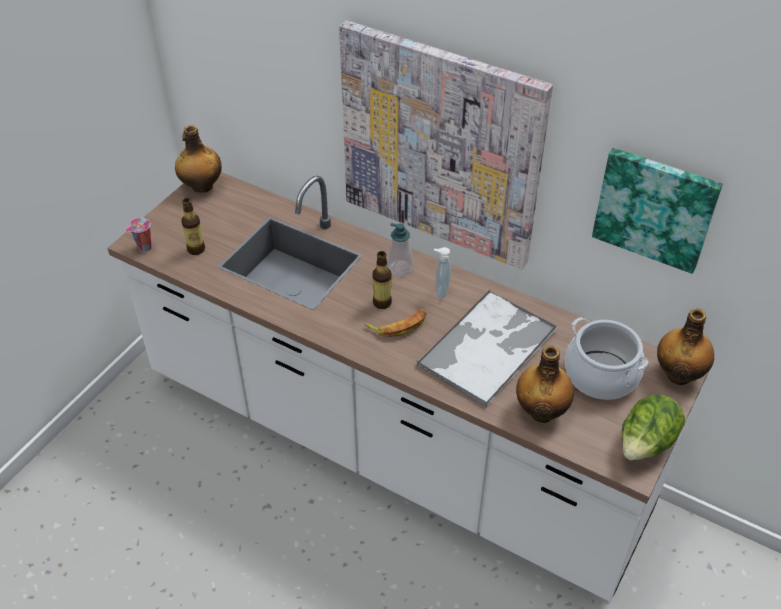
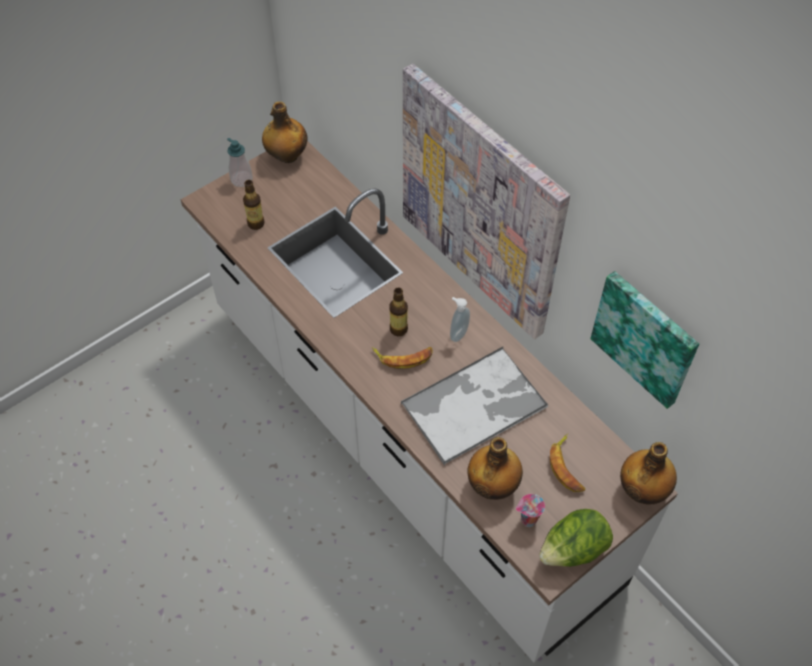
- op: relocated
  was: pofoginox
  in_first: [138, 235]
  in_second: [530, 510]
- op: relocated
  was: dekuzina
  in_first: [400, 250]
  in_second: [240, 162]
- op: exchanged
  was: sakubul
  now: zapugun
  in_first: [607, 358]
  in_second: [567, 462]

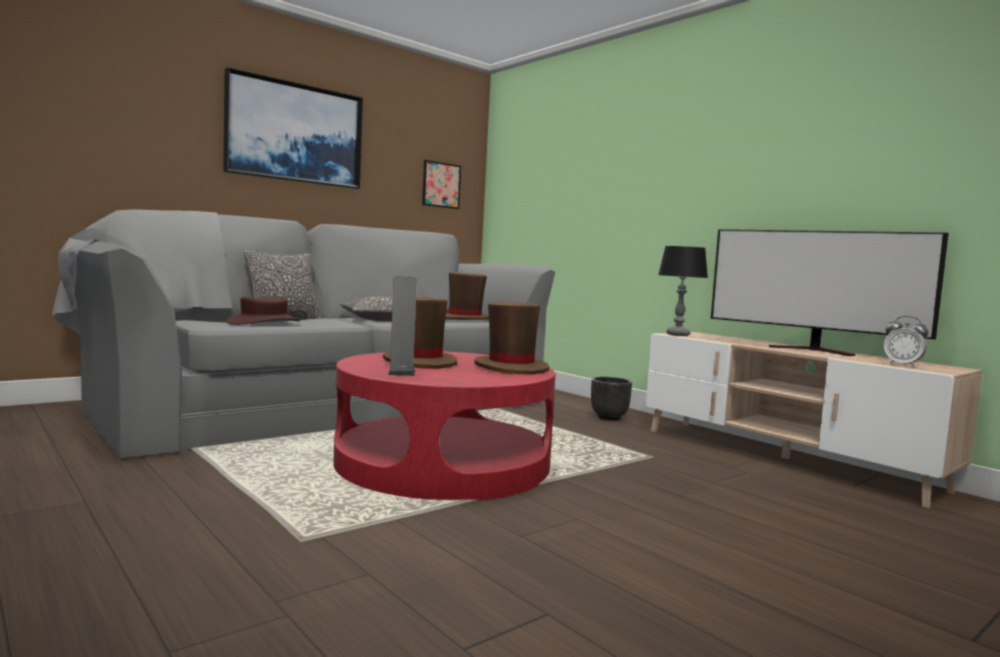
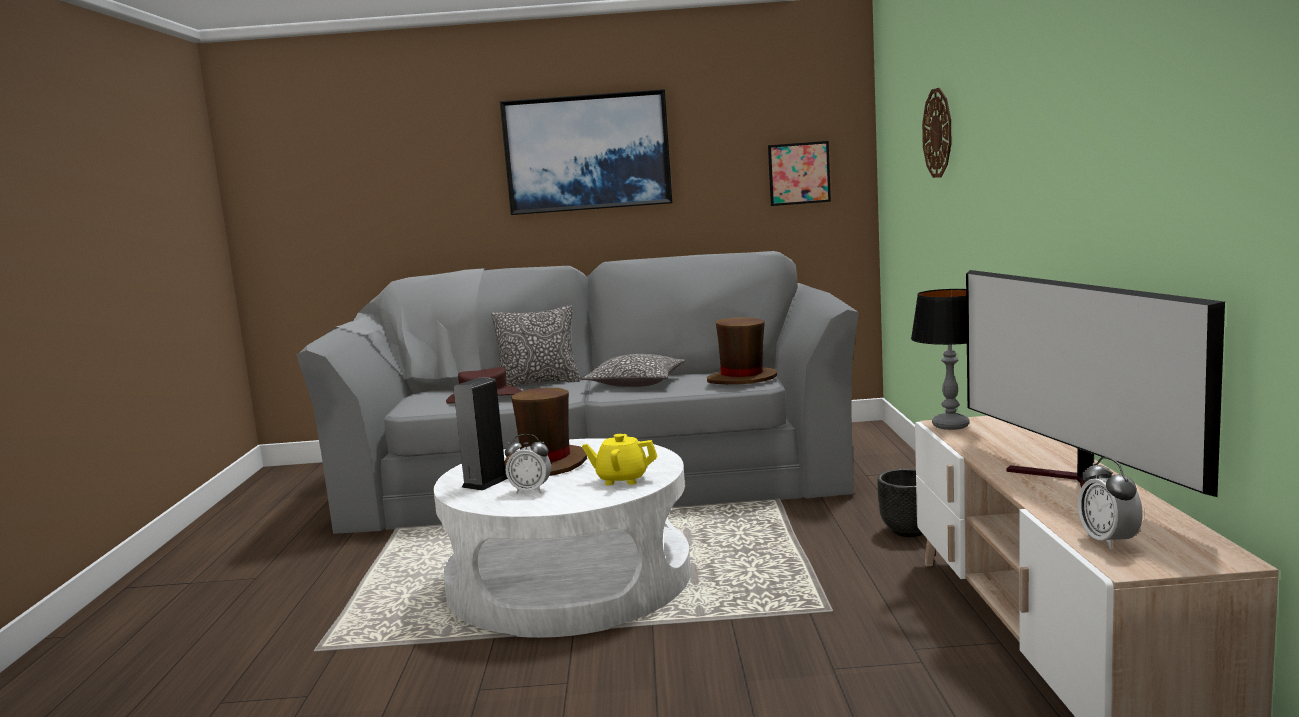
- op: exchanged
  was: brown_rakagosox
  now: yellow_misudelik
  in_first: [511, 338]
  in_second: [619, 459]
- op: colour
  was: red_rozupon
  now: white_rozupon
  in_first: [444, 426]
  in_second: [562, 538]
- op: appeared
  now: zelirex
  in_second: [936, 133]
- op: appeared
  now: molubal
  in_second: [528, 464]

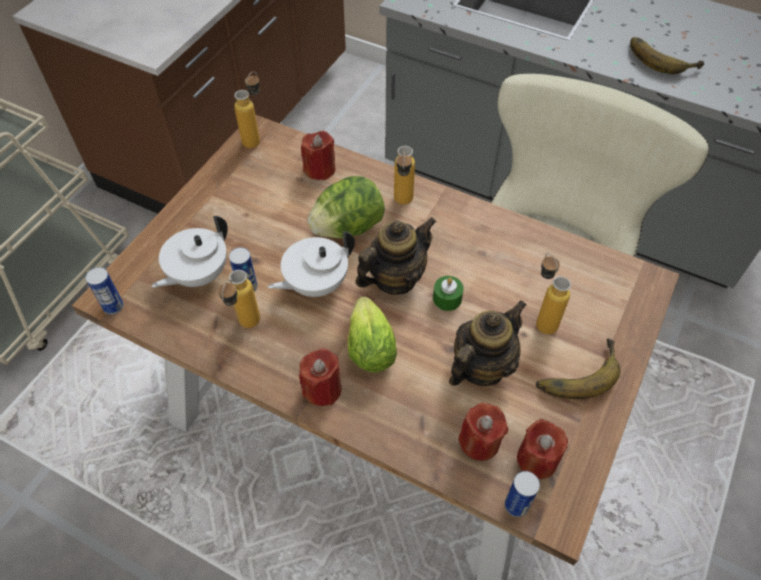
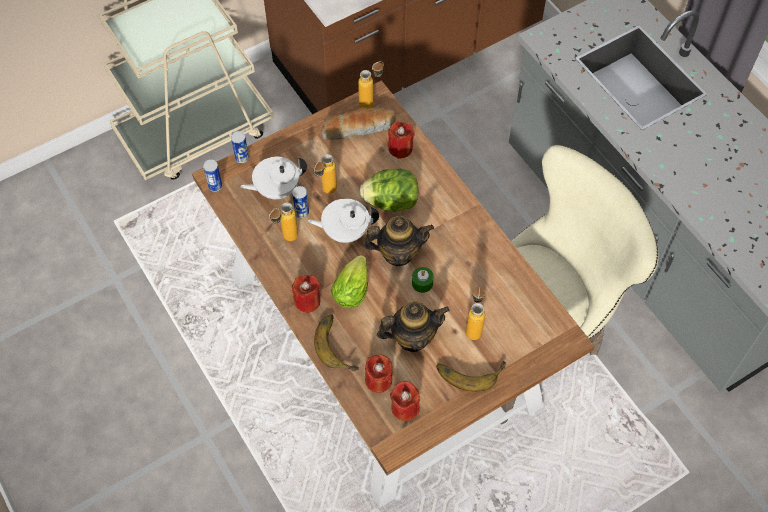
- op: relocated
  was: zapugun
  in_first: [667, 55]
  in_second: [336, 342]
- op: relocated
  was: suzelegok
  in_first: [404, 175]
  in_second: [325, 174]
- op: relocated
  was: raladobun
  in_first: [522, 494]
  in_second: [240, 147]
- op: appeared
  now: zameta
  in_second: [358, 124]

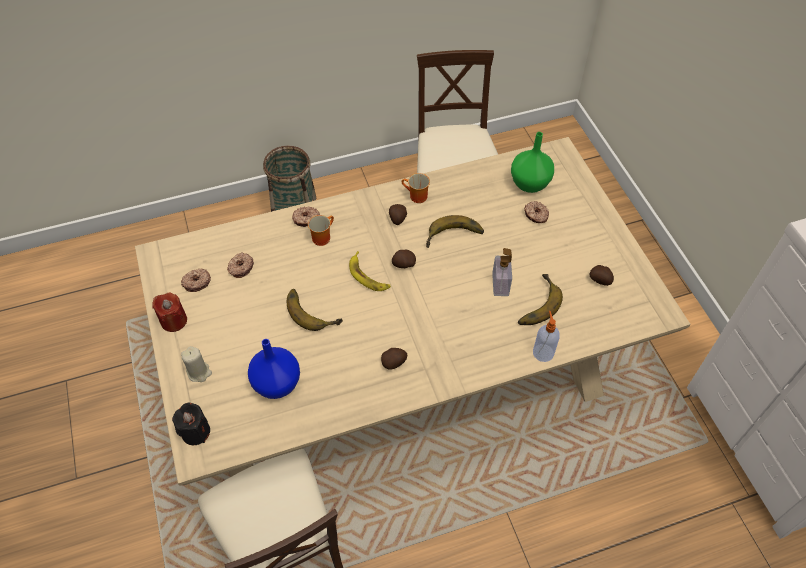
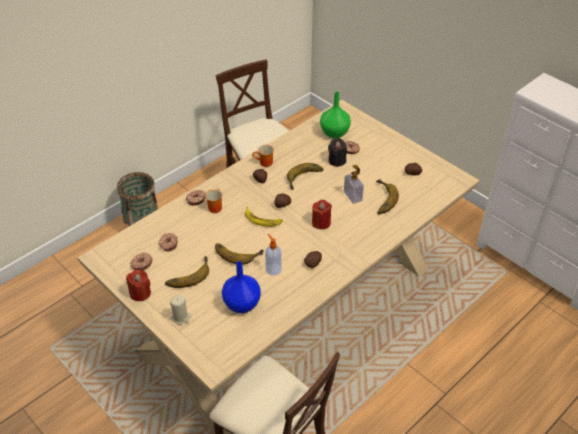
- op: relocated
  was: dekuzina
  in_first: [546, 336]
  in_second: [273, 255]
- op: relocated
  was: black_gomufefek
  in_first: [191, 424]
  in_second: [337, 152]
- op: appeared
  now: red_gomufefek
  in_second: [322, 214]
- op: appeared
  now: zapugun
  in_second: [187, 272]

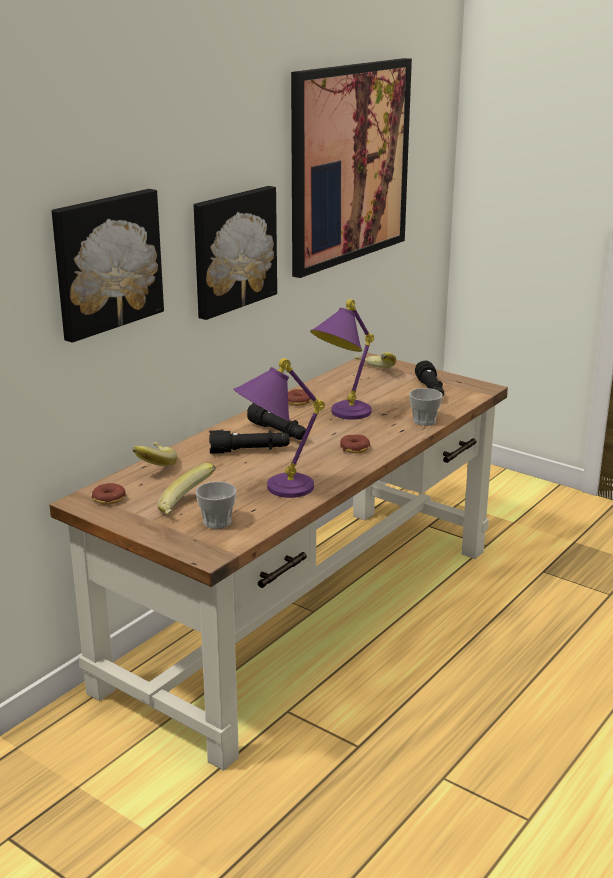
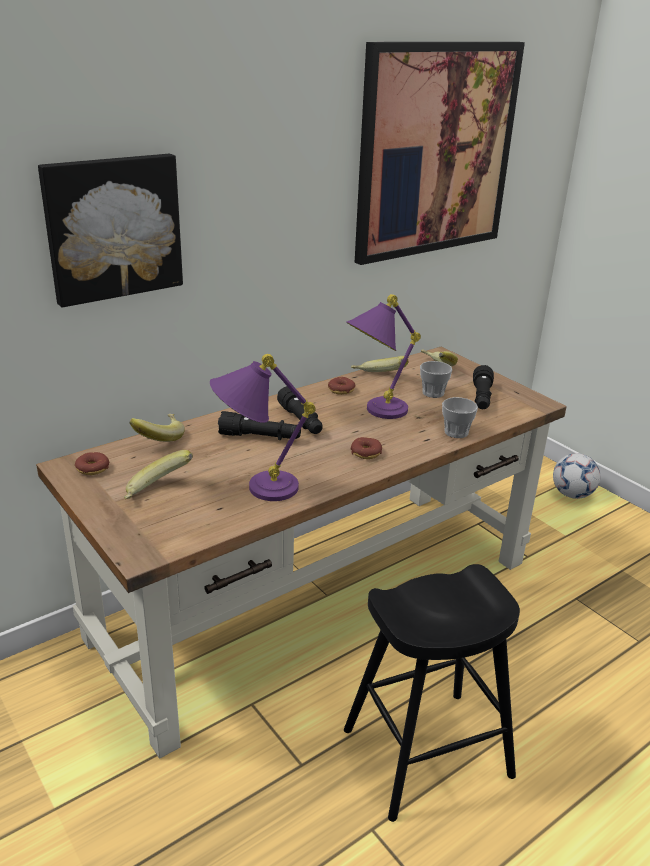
- op: missing
  was: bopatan
  in_first: [235, 253]
- op: relocated
  was: pofoginox
  in_first: [216, 505]
  in_second: [436, 379]
- op: appeared
  now: zapugun
  in_second: [380, 364]
- op: appeared
  now: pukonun
  in_second: [577, 476]
- op: appeared
  now: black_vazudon
  in_second: [432, 693]

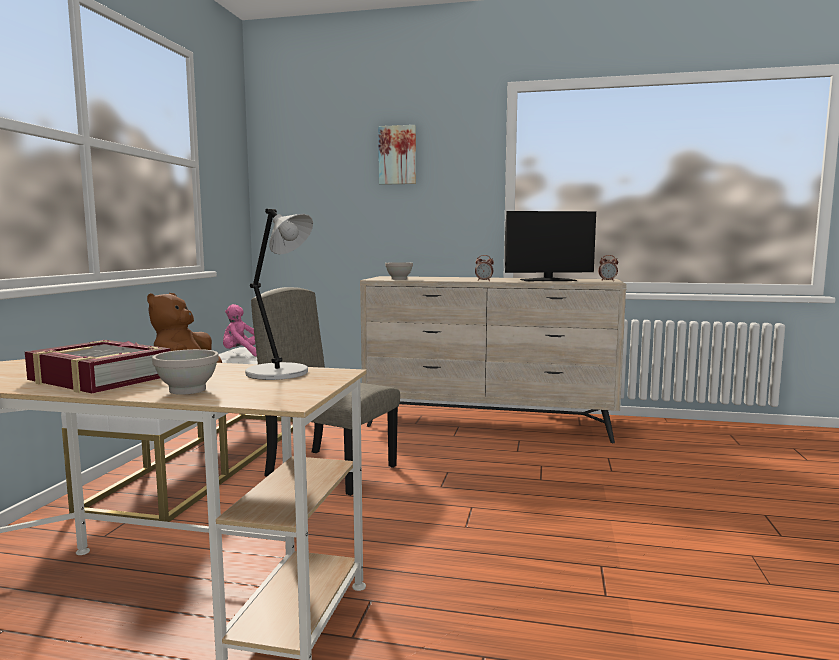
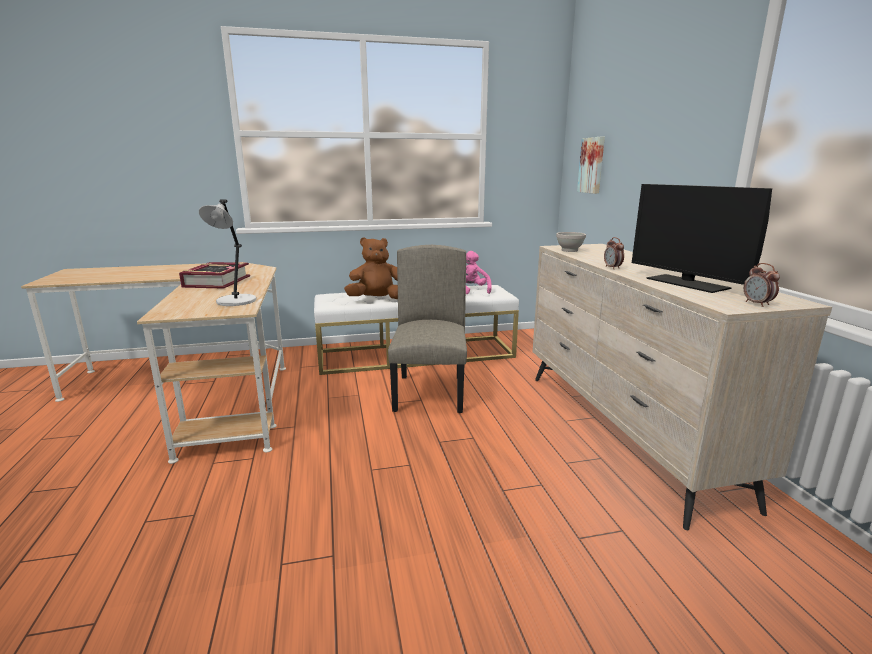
- op: relocated
  was: bopatan
  in_first: [397, 155]
  in_second: [591, 165]
- op: missing
  was: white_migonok
  in_first: [185, 372]

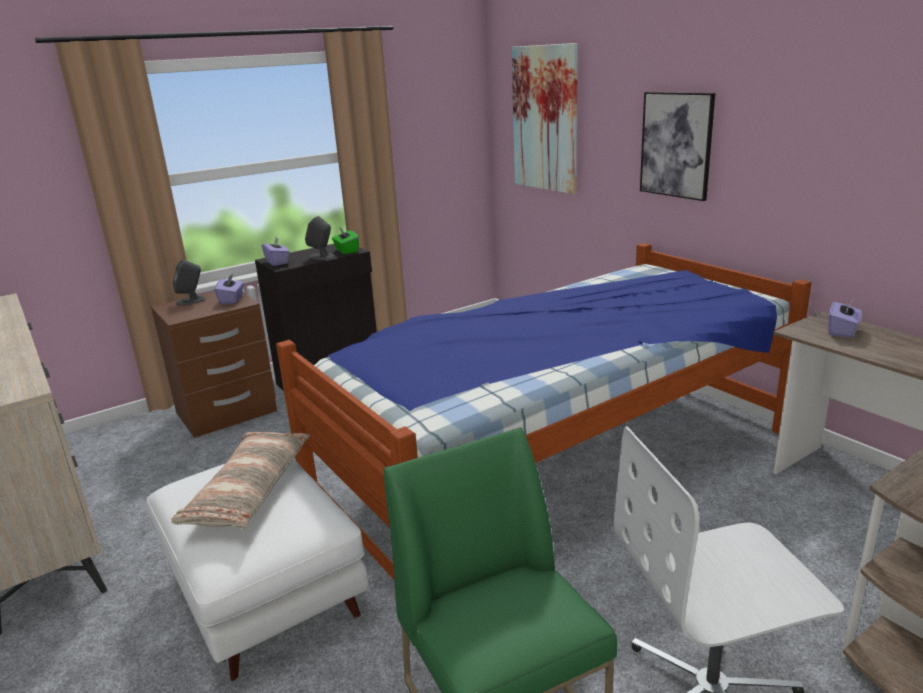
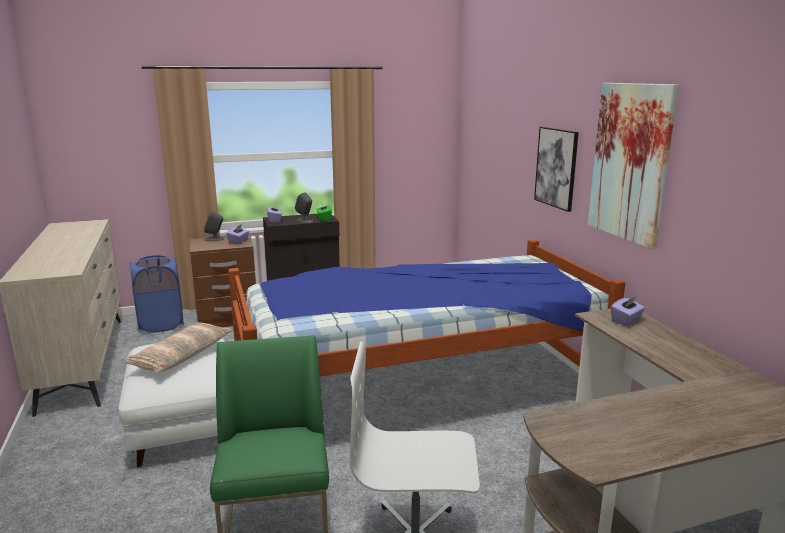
- op: relocated
  was: bopatan
  in_first: [545, 118]
  in_second: [633, 166]
- op: appeared
  now: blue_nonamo
  in_second: [156, 294]

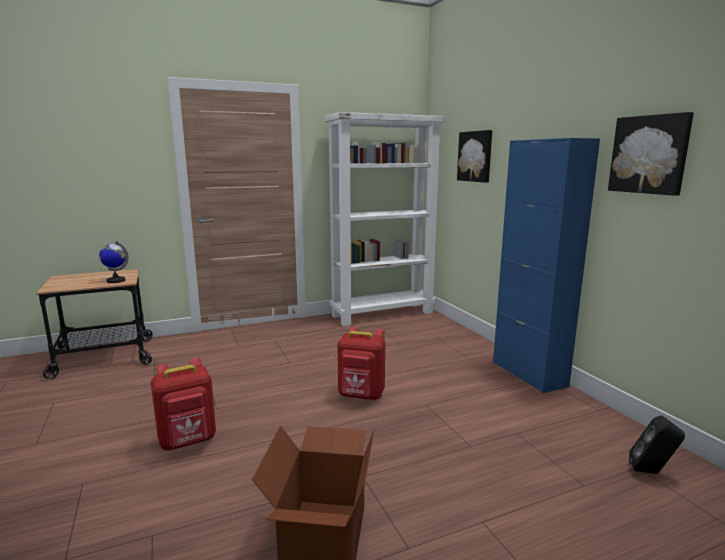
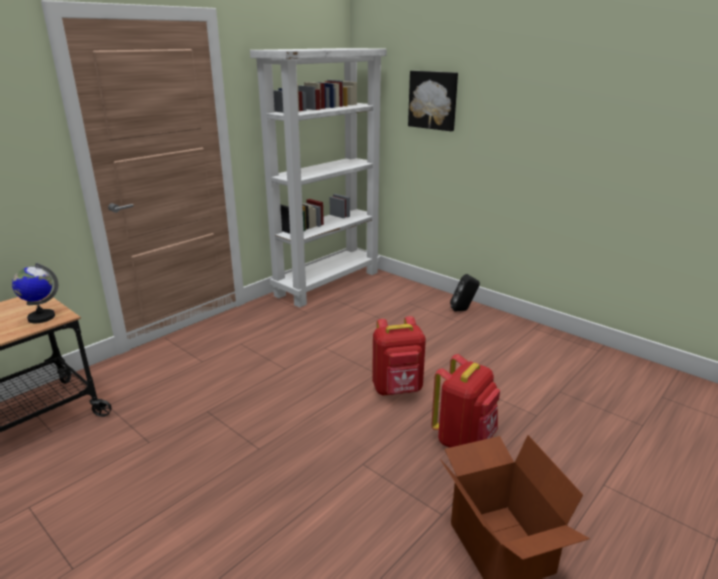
- op: missing
  was: bopatan
  in_first: [651, 154]
- op: missing
  was: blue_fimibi
  in_first: [546, 265]
- op: relocated
  was: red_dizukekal
  in_first: [183, 404]
  in_second: [465, 401]
- op: relocated
  was: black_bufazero
  in_first: [657, 445]
  in_second: [465, 293]

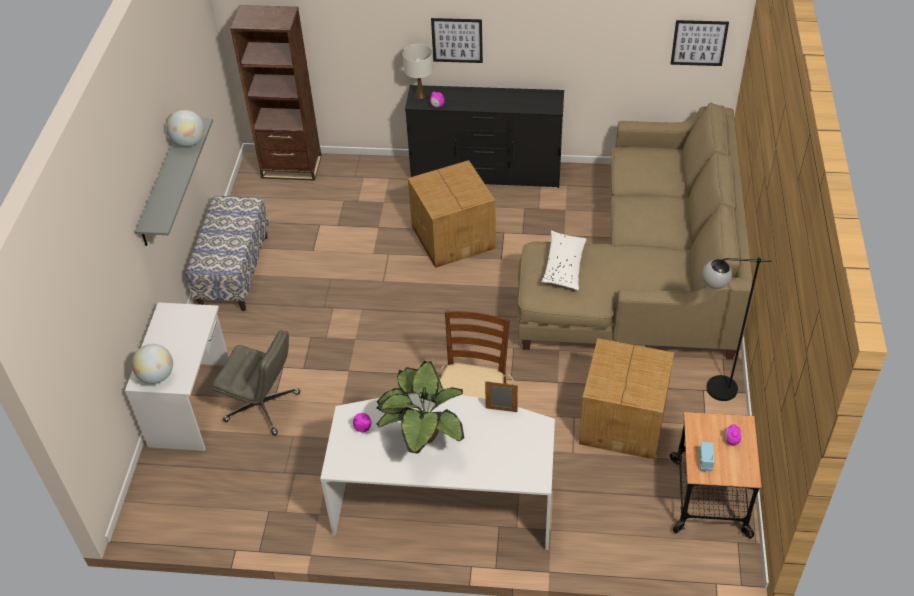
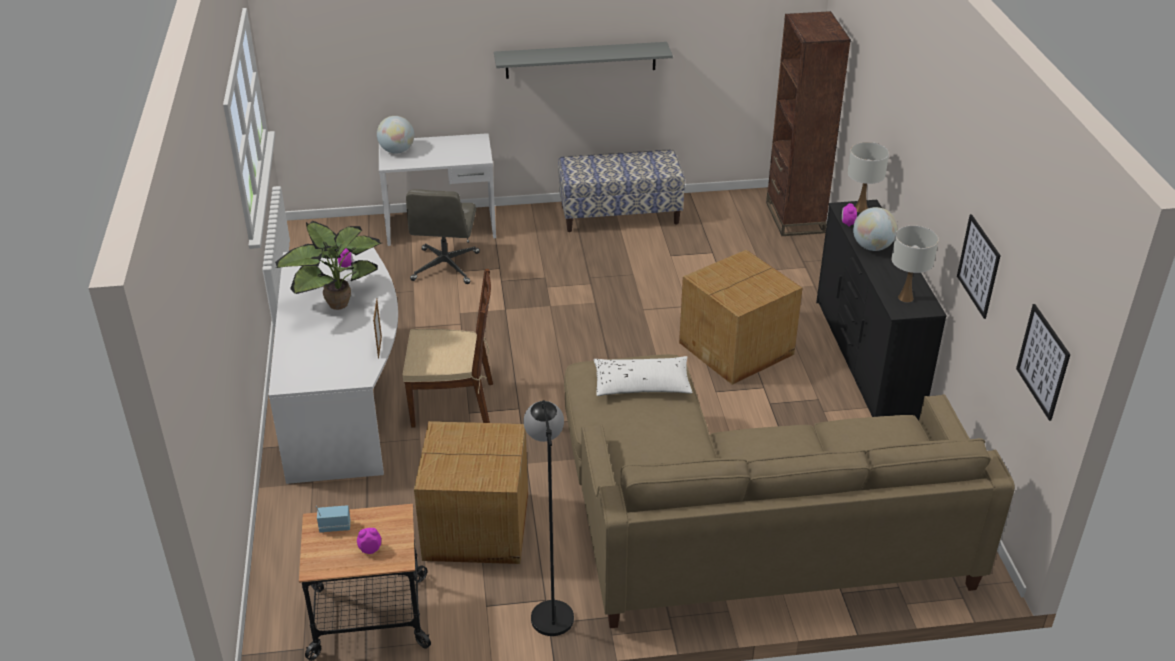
- op: relocated
  was: bopatan
  in_first: [457, 40]
  in_second: [979, 266]
- op: relocated
  was: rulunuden
  in_first: [185, 128]
  in_second: [875, 229]
- op: appeared
  now: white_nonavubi
  in_second: [915, 264]

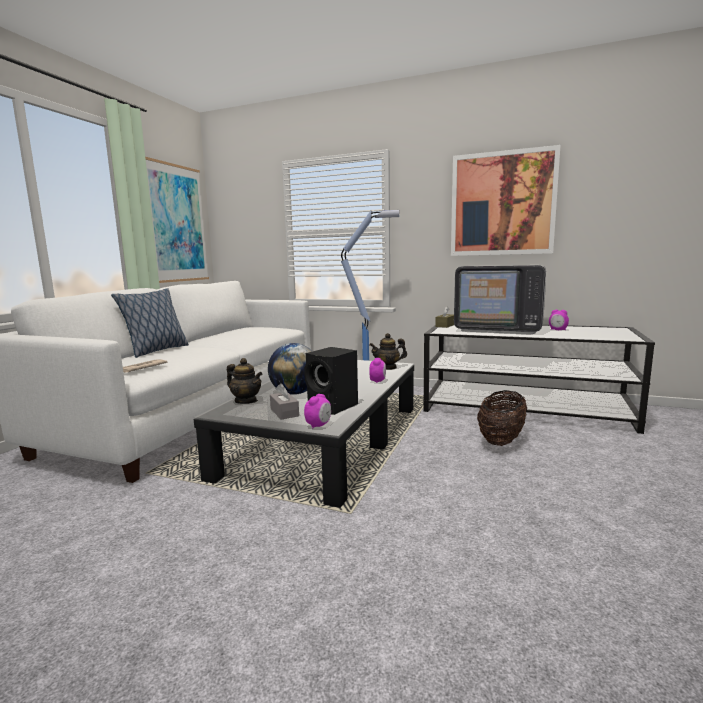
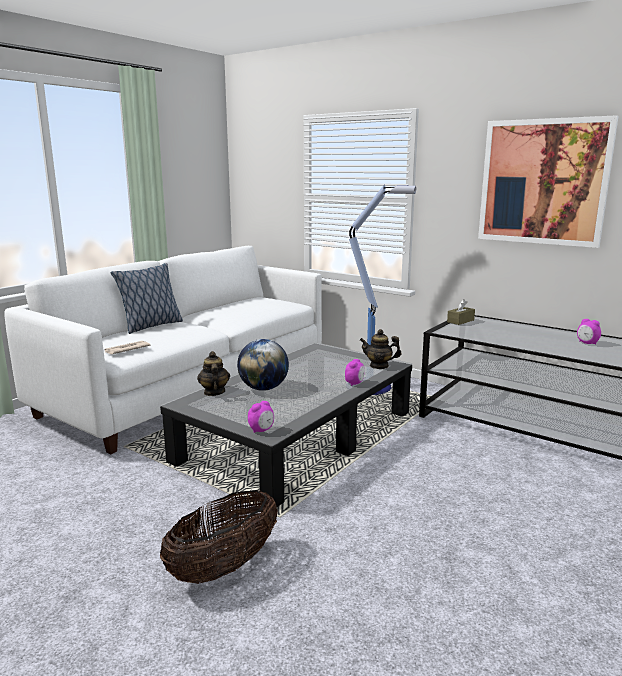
- op: missing
  was: bopatan
  in_first: [177, 220]
- op: missing
  was: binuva
  in_first: [500, 299]
- op: missing
  was: black_bufazero
  in_first: [331, 381]
- op: spun
  was: misudelik
  in_first: [245, 381]
  in_second: [213, 373]
  clockwise: -150
- op: missing
  was: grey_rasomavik
  in_first: [284, 401]
- op: relocated
  was: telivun
  in_first: [502, 418]
  in_second: [219, 537]

